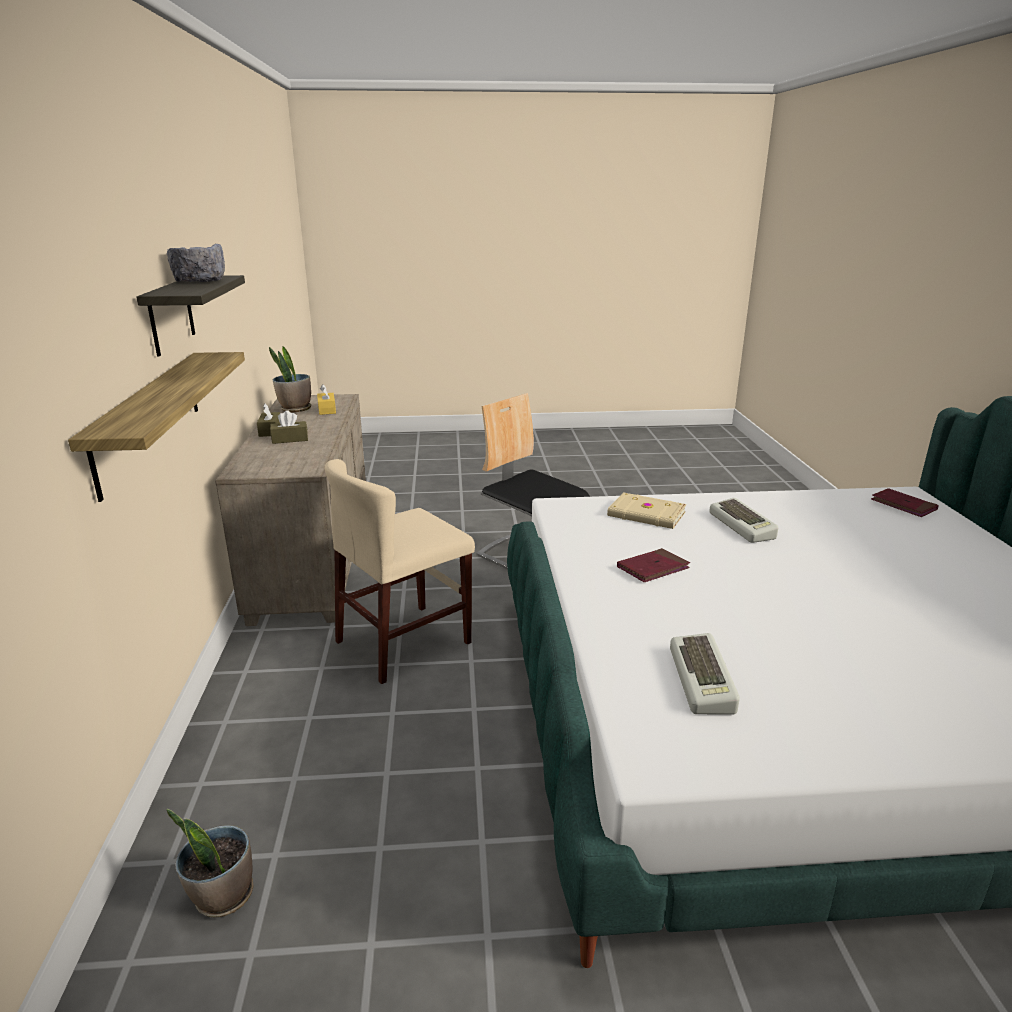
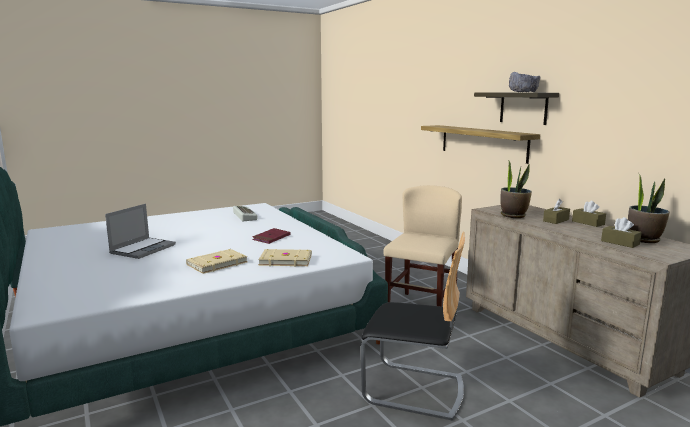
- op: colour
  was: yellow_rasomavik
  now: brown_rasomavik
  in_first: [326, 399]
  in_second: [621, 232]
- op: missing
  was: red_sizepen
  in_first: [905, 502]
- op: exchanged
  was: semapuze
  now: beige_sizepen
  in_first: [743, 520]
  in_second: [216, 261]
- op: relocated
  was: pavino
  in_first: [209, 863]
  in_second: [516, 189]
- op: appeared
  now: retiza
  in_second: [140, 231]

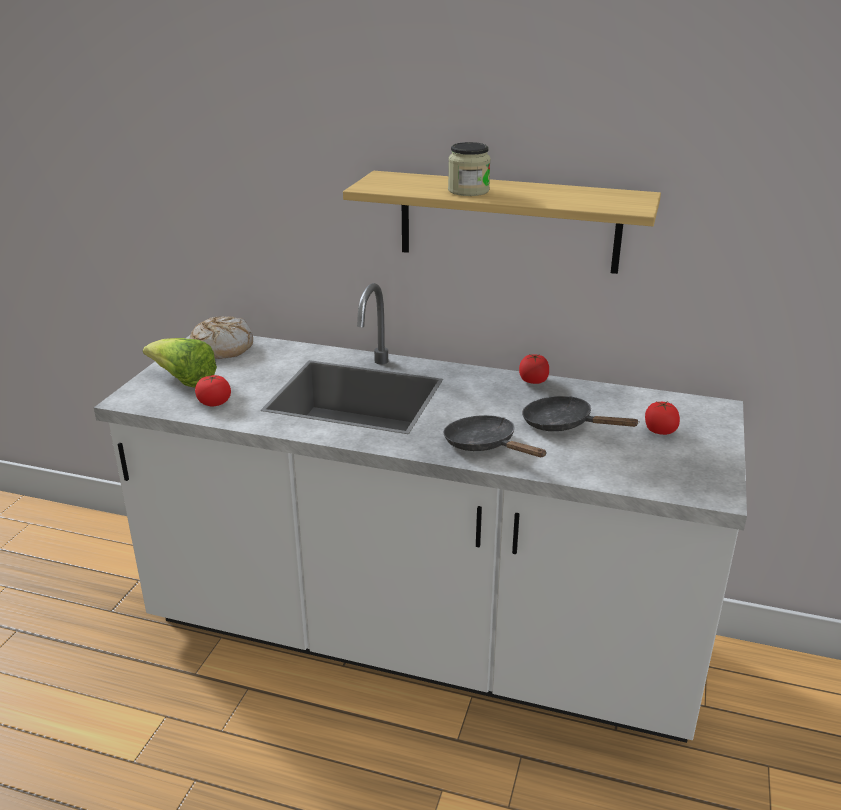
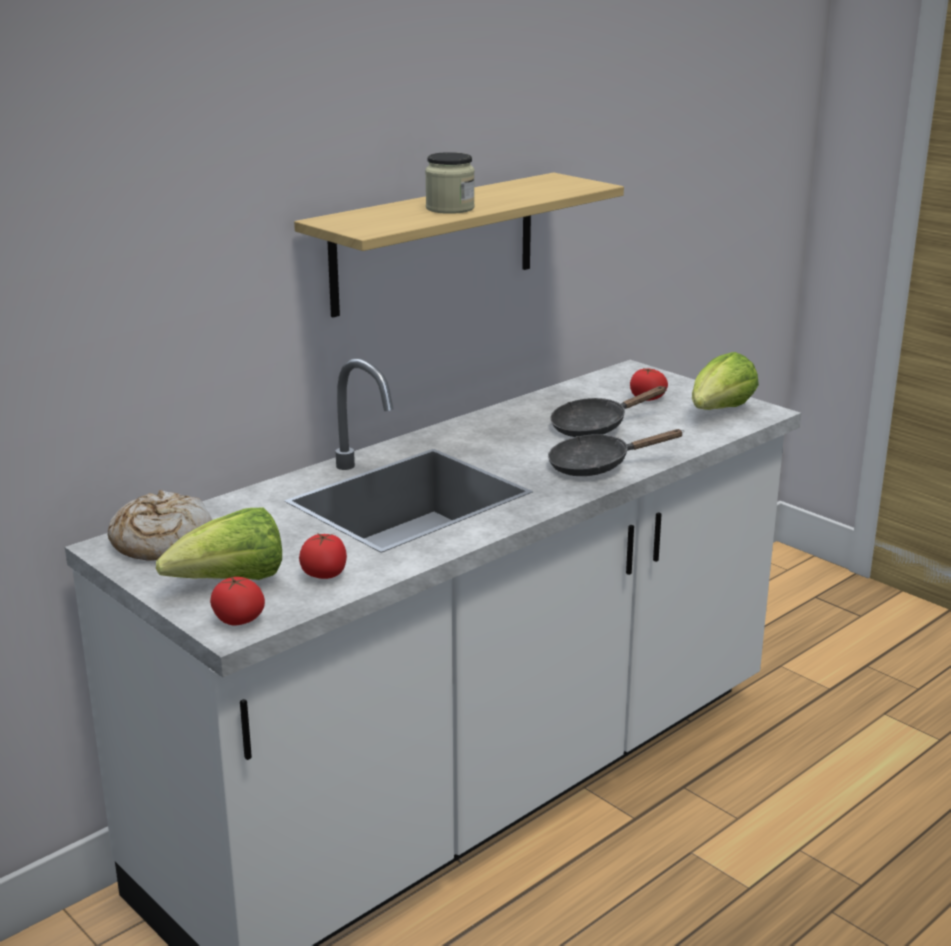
- op: relocated
  was: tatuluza
  in_first: [534, 369]
  in_second: [237, 601]
- op: appeared
  now: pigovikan
  in_second: [725, 381]

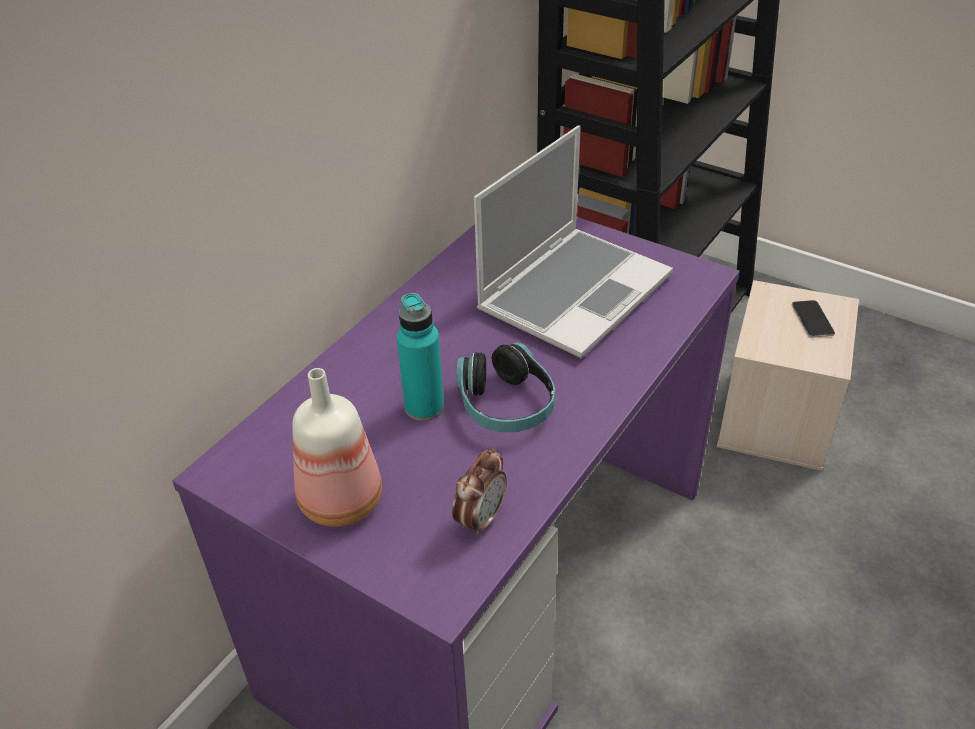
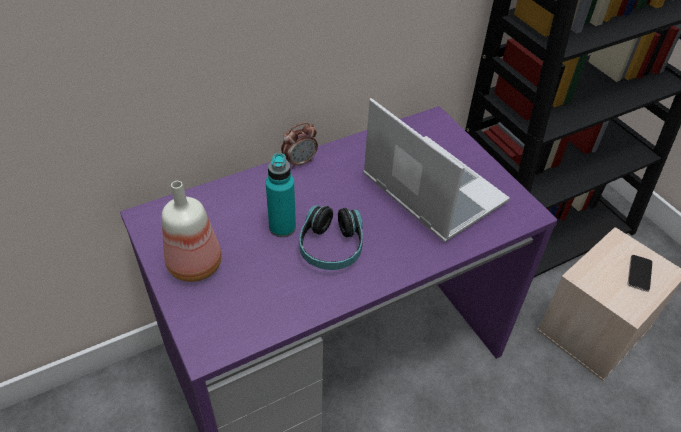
- op: spun
  was: retiza
  in_first: [573, 241]
  in_second: [436, 170]
  clockwise: -105
- op: relocated
  was: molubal
  in_first: [479, 492]
  in_second: [299, 145]

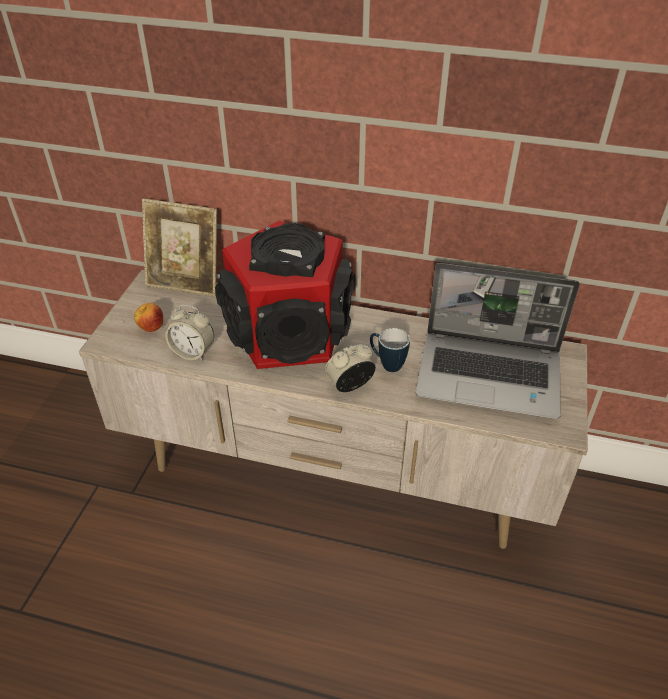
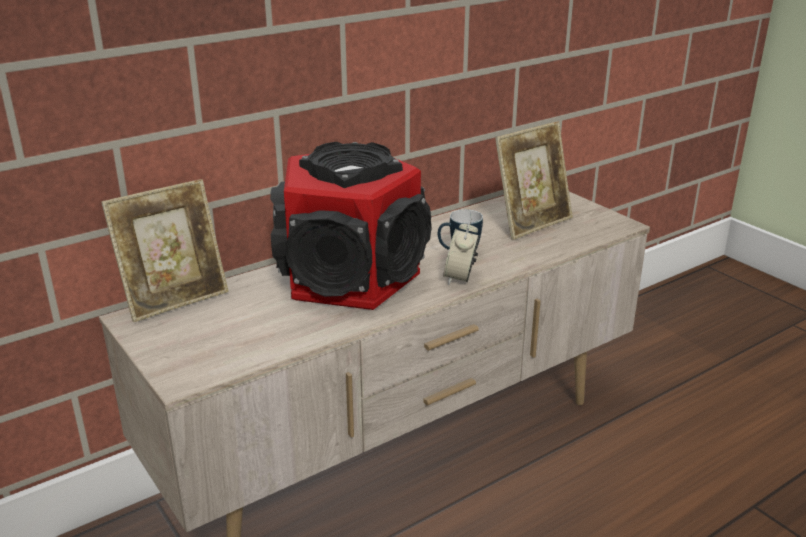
- op: exchanged
  was: retiza
  now: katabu
  in_first: [498, 341]
  in_second: [534, 180]
- op: missing
  was: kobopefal
  in_first: [148, 317]
- op: missing
  was: molubal
  in_first: [189, 333]

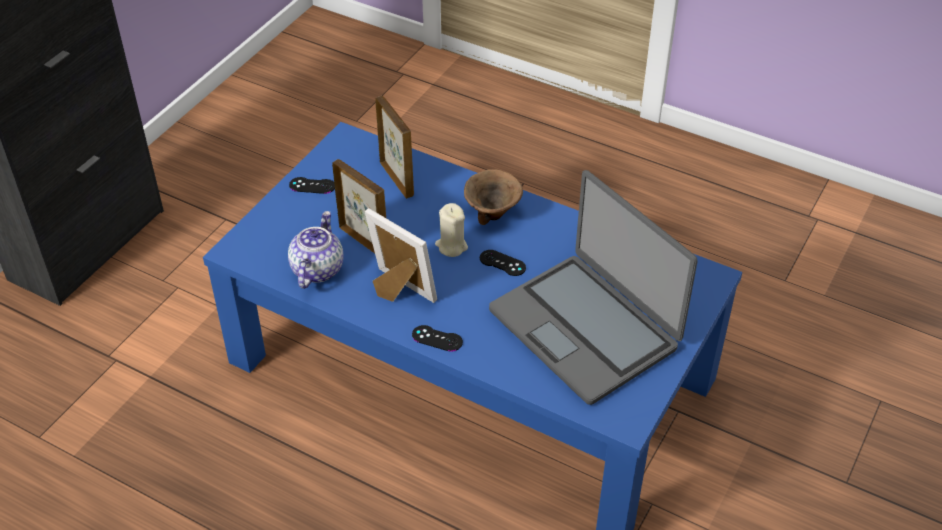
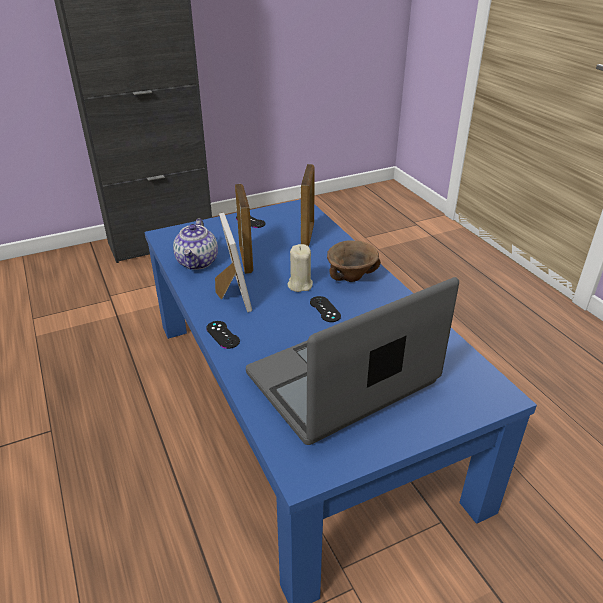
- op: spun
  was: retiza
  in_first: [593, 287]
  in_second: [352, 361]
  clockwise: 60
- op: spun
  was: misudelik
  in_first: [316, 250]
  in_second: [195, 244]
  clockwise: 135

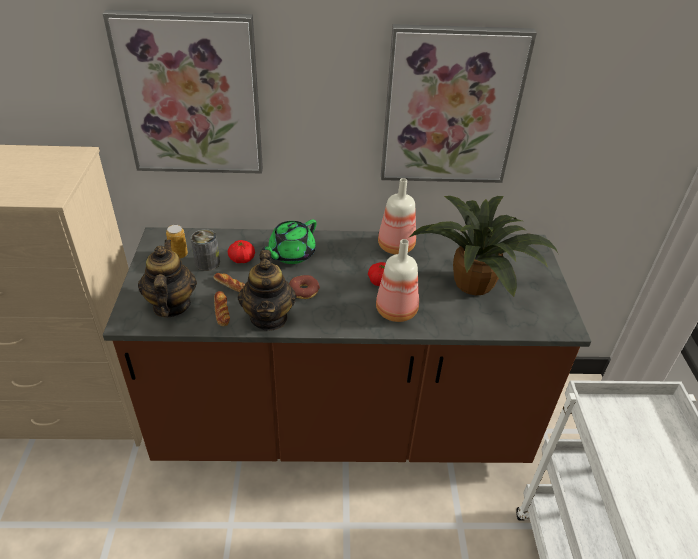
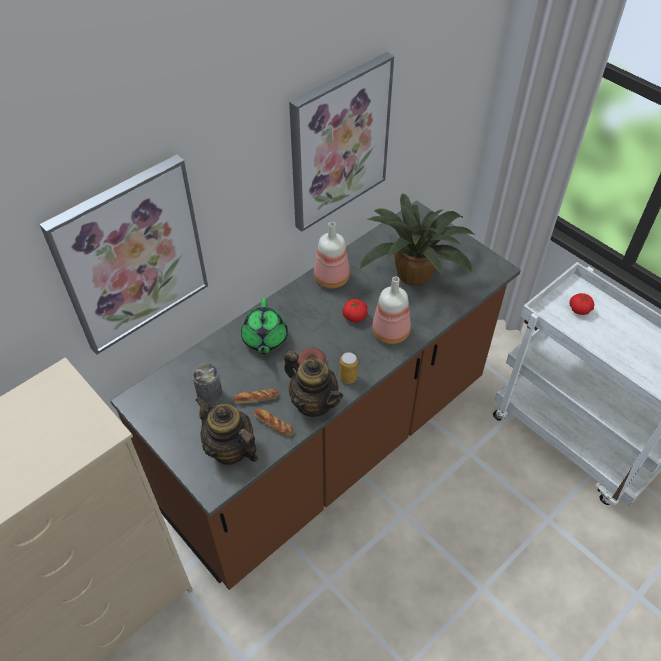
- op: relocated
  was: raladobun
  in_first: [177, 242]
  in_second: [349, 368]
- op: relocated
  was: tatuluza
  in_first: [241, 251]
  in_second: [581, 304]

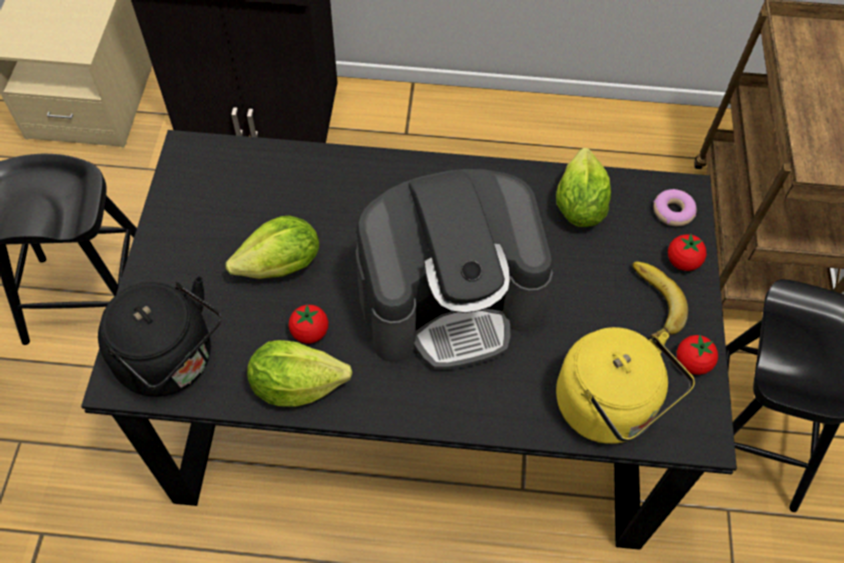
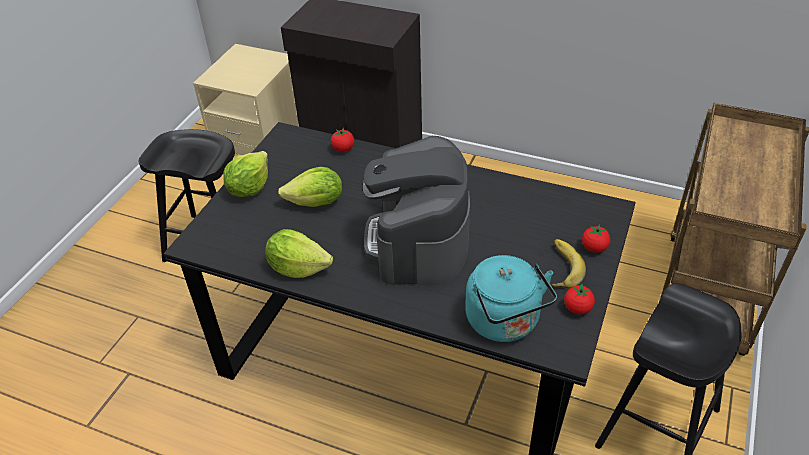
- op: relocated
  was: pigovikan
  in_first: [583, 187]
  in_second: [245, 174]
- op: spun
  was: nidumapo
  in_first: [454, 269]
  in_second: [416, 210]
  clockwise: 90
- op: missing
  was: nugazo
  in_first: [675, 207]
- op: missing
  was: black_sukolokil
  in_first: [159, 336]
- op: relocated
  was: tatuluza
  in_first: [308, 323]
  in_second: [342, 140]
- op: colour
  was: yellow_sukolokil
  now: turquoise_sukolokil
  in_first: [625, 385]
  in_second: [511, 298]

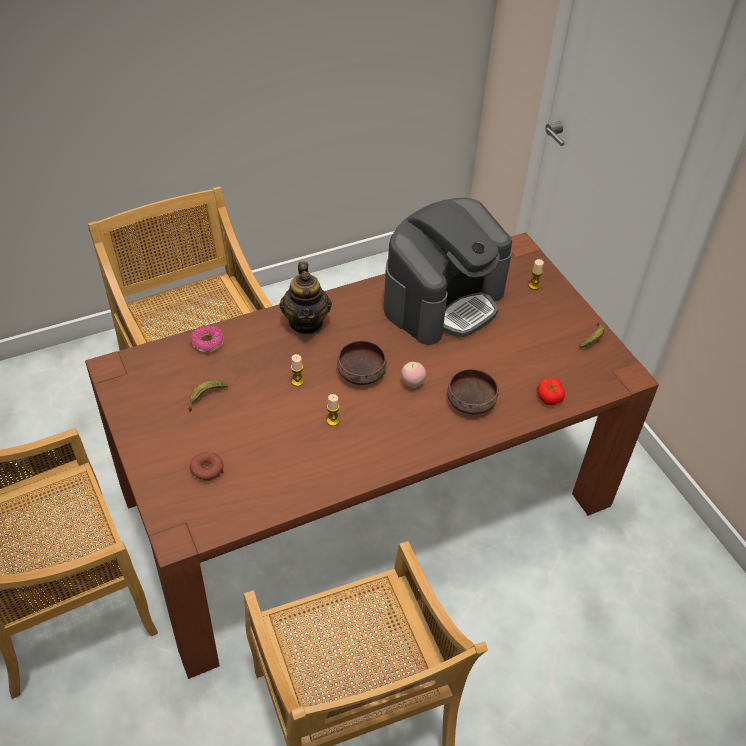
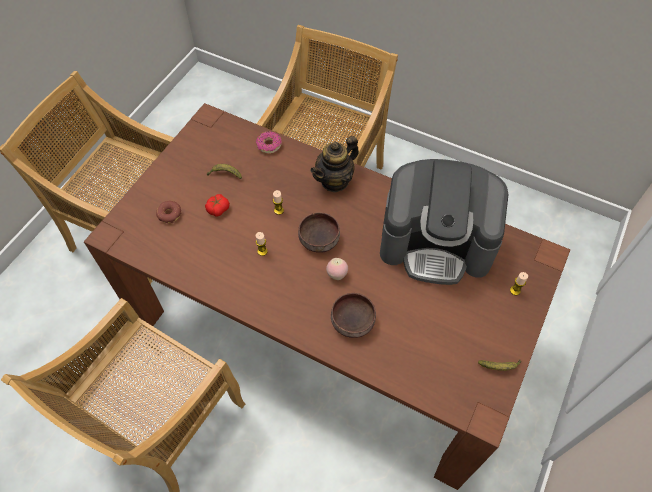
- op: relocated
  was: tatuluza
  in_first: [551, 391]
  in_second: [217, 205]

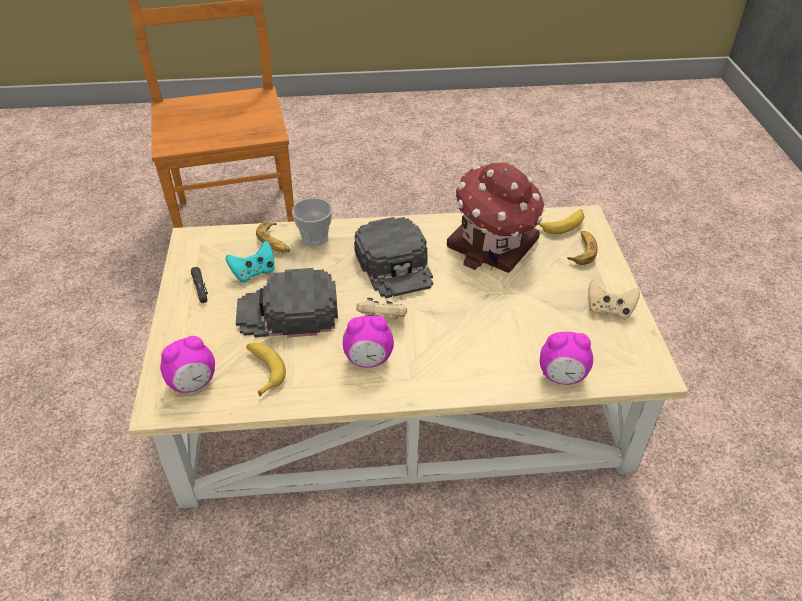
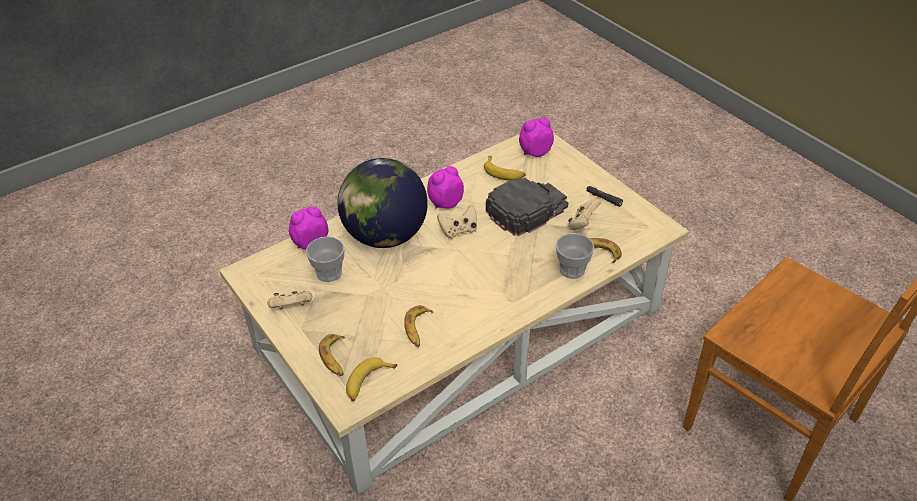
- op: exchanged
  was: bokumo
  now: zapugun
  in_first: [496, 217]
  in_second: [418, 326]
- op: missing
  was: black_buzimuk
  in_first: [393, 257]
- op: colour
  was: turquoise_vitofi
  now: beige_vitofi
  in_first: [250, 262]
  in_second: [584, 214]
- op: spun
  was: molubal
  in_first: [187, 364]
  in_second: [536, 137]
  clockwise: 45
- op: appeared
  now: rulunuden
  in_second: [382, 203]
- op: appeared
  now: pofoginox
  in_second: [325, 259]

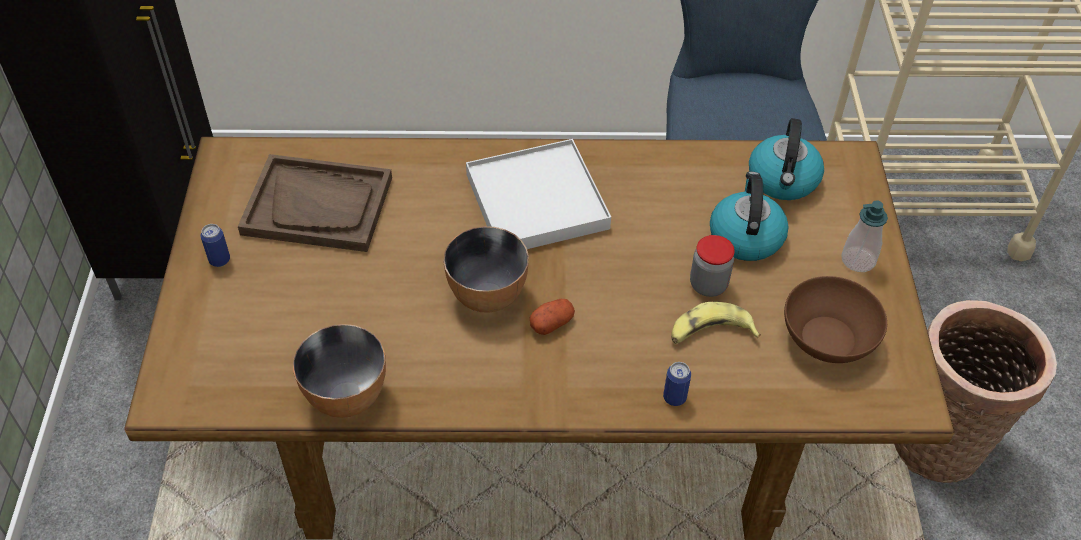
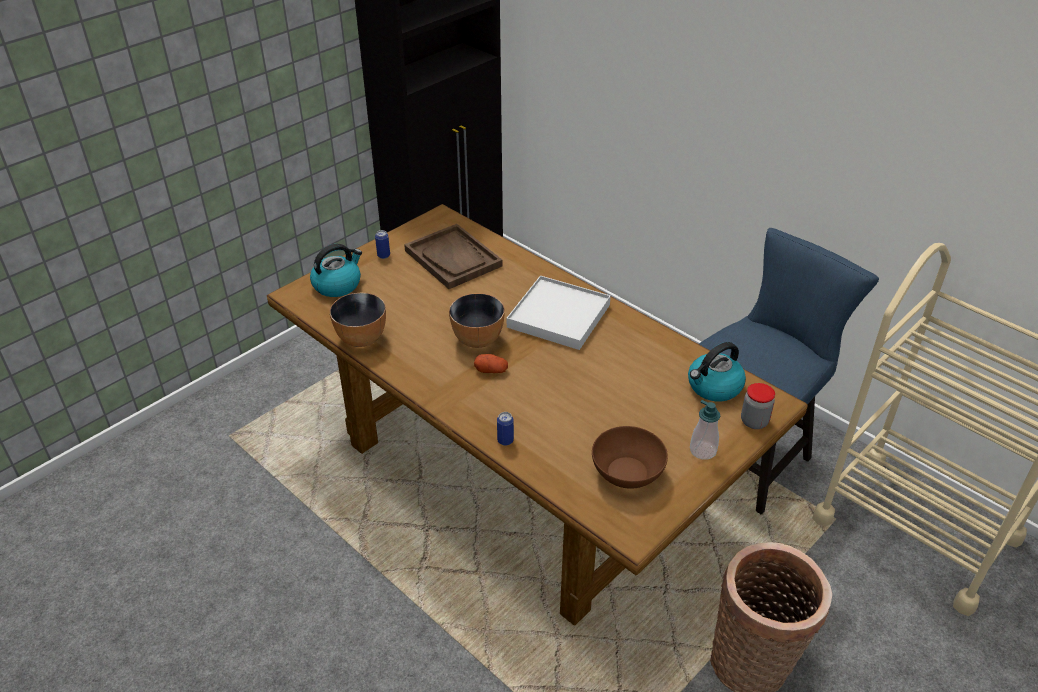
- op: relocated
  was: sukolokil
  in_first: [749, 216]
  in_second: [336, 270]
- op: relocated
  was: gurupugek
  in_first: [712, 266]
  in_second: [758, 406]
- op: missing
  was: zapugun
  in_first: [716, 323]

